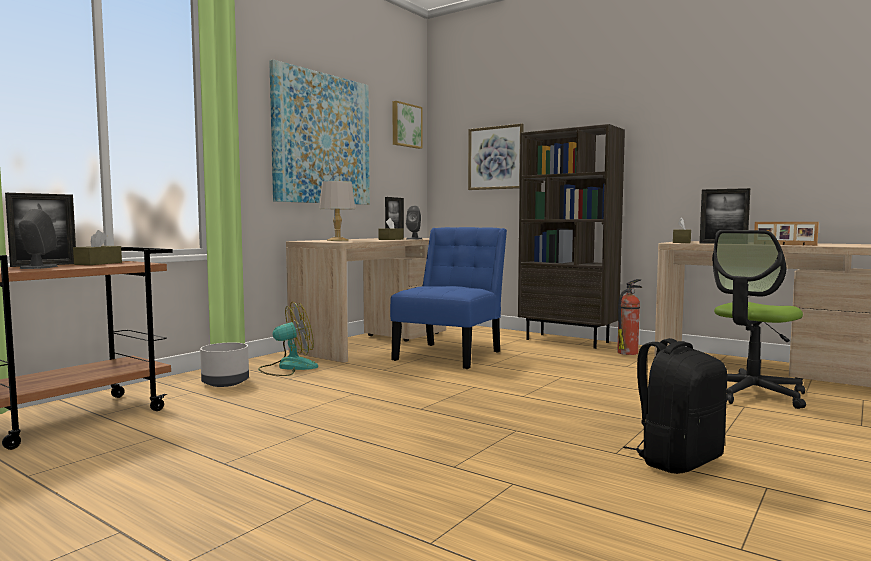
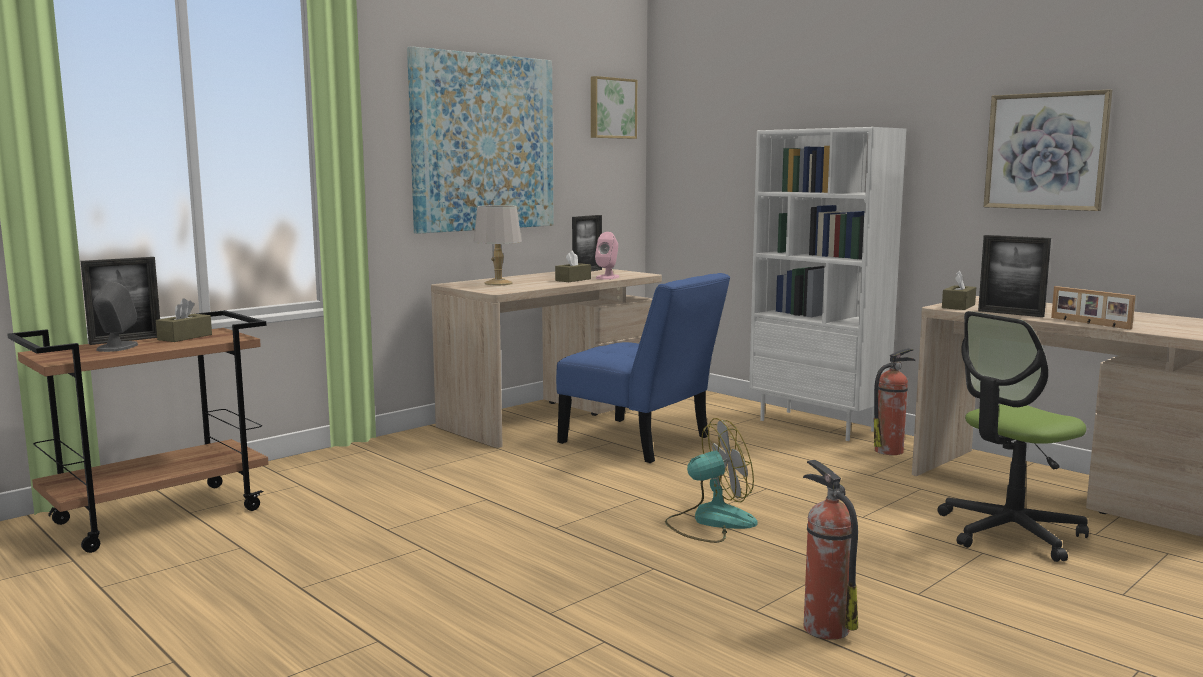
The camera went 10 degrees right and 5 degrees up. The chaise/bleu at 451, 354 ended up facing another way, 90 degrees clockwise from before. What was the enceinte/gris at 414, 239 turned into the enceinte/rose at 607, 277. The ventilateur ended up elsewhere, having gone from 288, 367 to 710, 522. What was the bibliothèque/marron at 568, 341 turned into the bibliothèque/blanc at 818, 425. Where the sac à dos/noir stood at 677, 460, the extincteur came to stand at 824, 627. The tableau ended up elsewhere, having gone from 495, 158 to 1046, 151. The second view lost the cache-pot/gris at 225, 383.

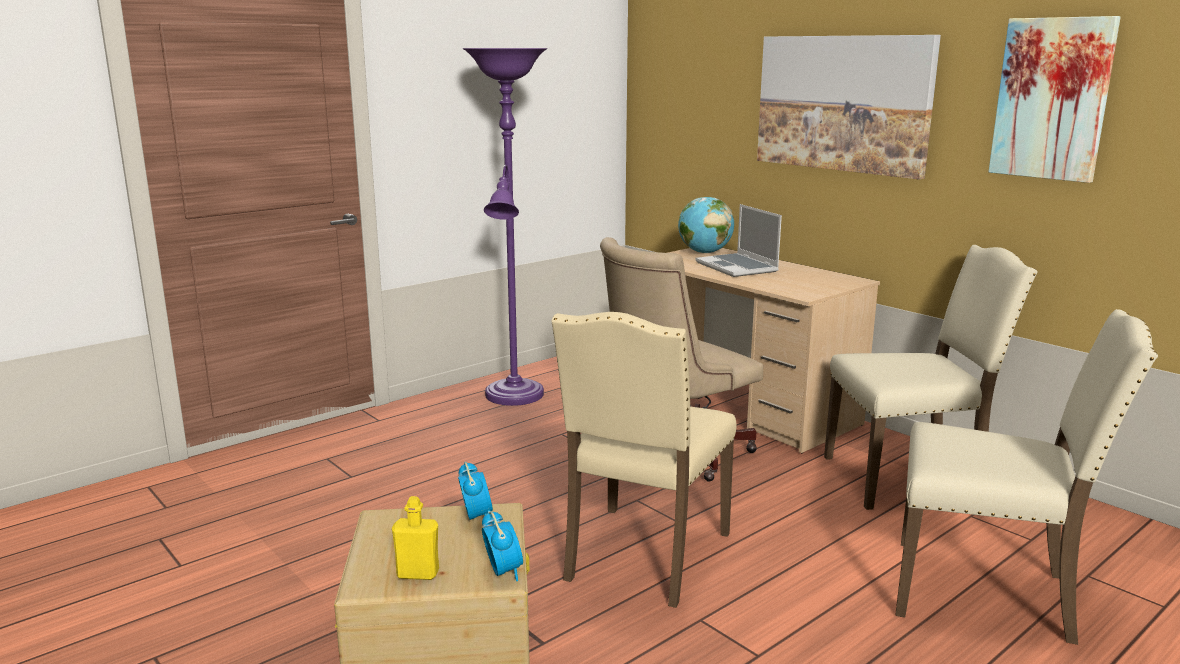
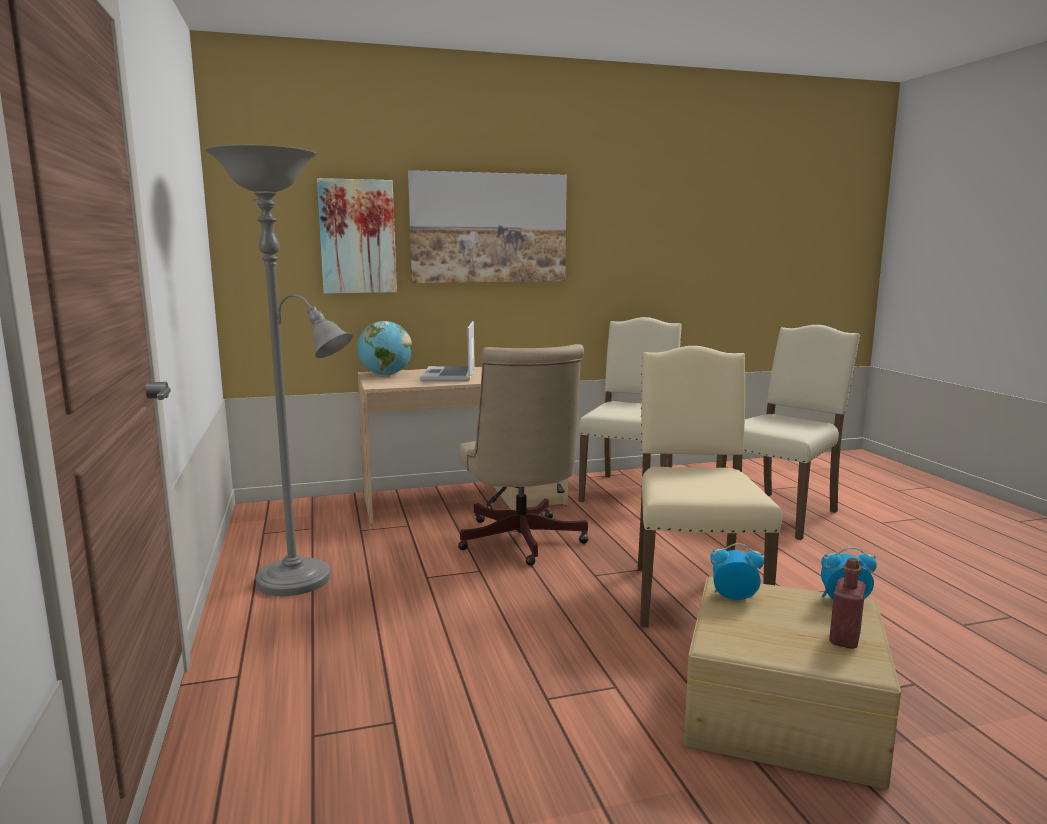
The camera went 65 degrees left and 5 degrees down. What was the lampadaire/violet at 513, 397 turned into the lampadaire/gris at 301, 581. The tableau ended up elsewhere, having gone from 1052, 99 to 357, 237. The ordinateur portable at 738, 267 ended up facing another way, 90 degrees clockwise from before. The chaise/beige at 643, 557 ended up facing another way, 135 degrees counterclockwise from before. What was the bouteille/jaune at 418, 573 turned into the bouteille/rouge at 844, 639.

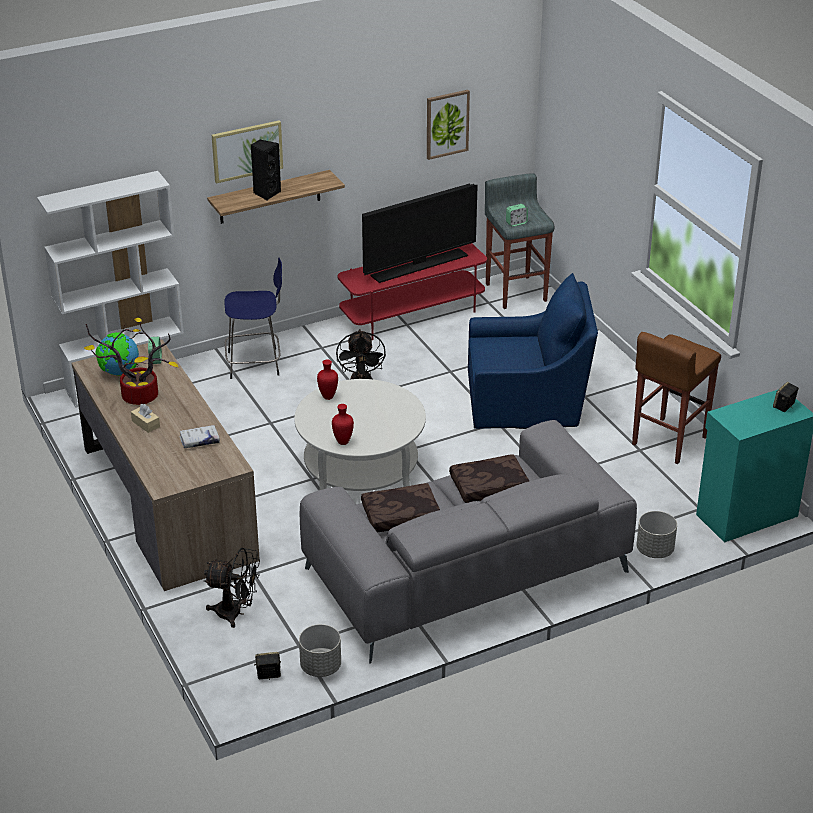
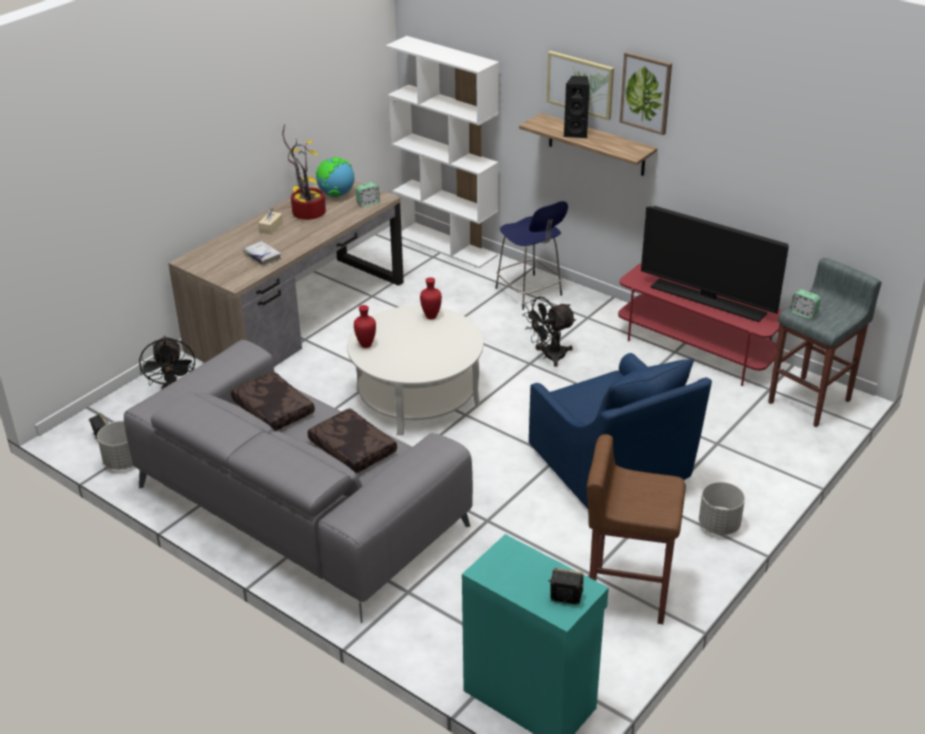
The camera went 65 degrees right and 0 degrees up. The tableau ended up elsewhere, having gone from 447, 124 to 646, 92. The cache-pot/gris ended up elsewhere, having gone from 654, 550 to 718, 525.

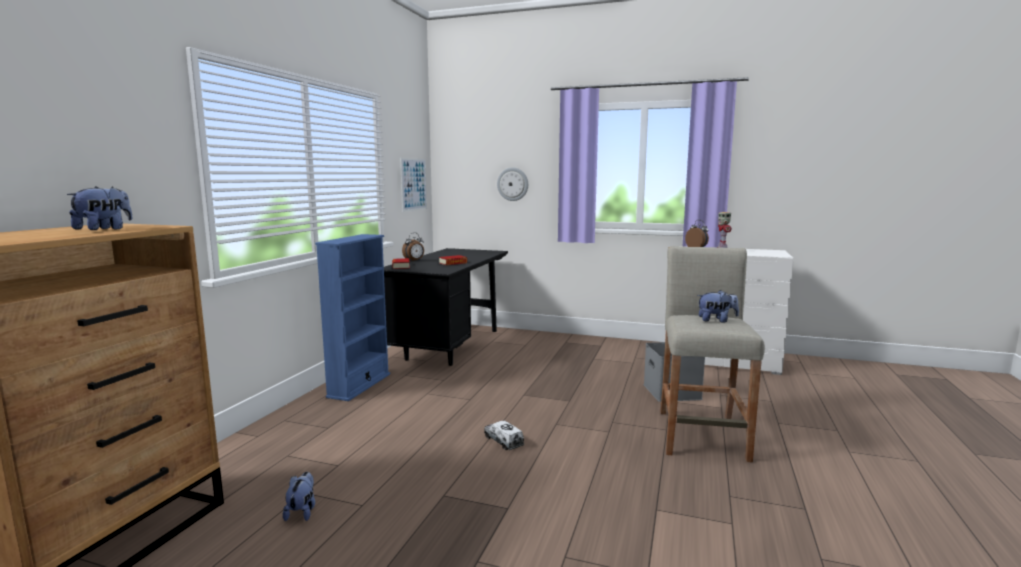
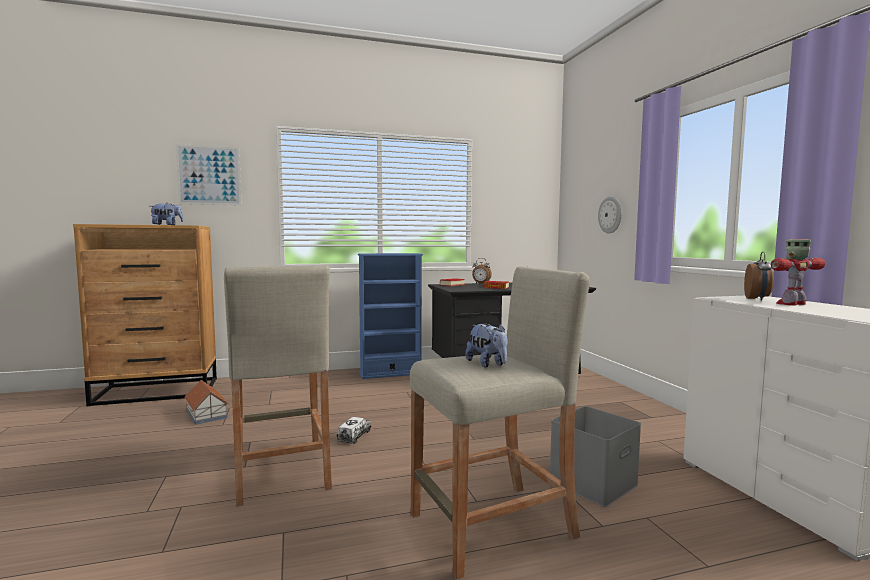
The camera went 55 degrees right and 5 degrees down. The tableau ended up elsewhere, having gone from 414, 184 to 209, 175. Where the peluche stood at 302, 511, the maison miniature came to stand at 206, 414. The second view gained the tabouret/beige at 281, 470.

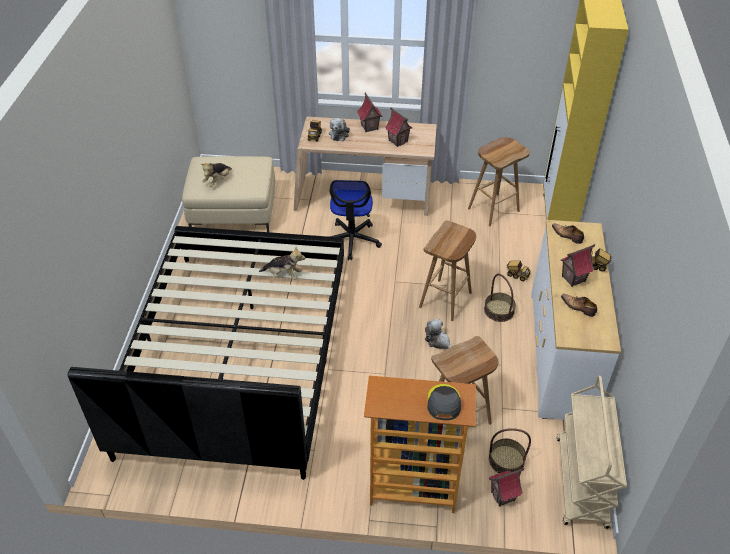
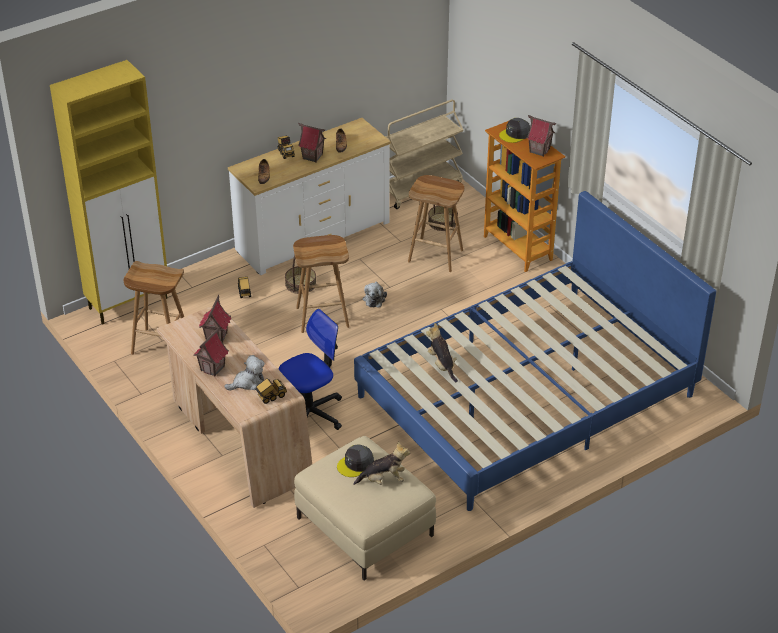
The camera went 130 degrees left and 5 degrees down. The second view gained the casquette/gris at 355, 464. What was the lit/noir at 237, 356 turned into the lit/bleu at 527, 396. The maison miniature ended up elsewhere, having gone from 503, 496 to 539, 150.

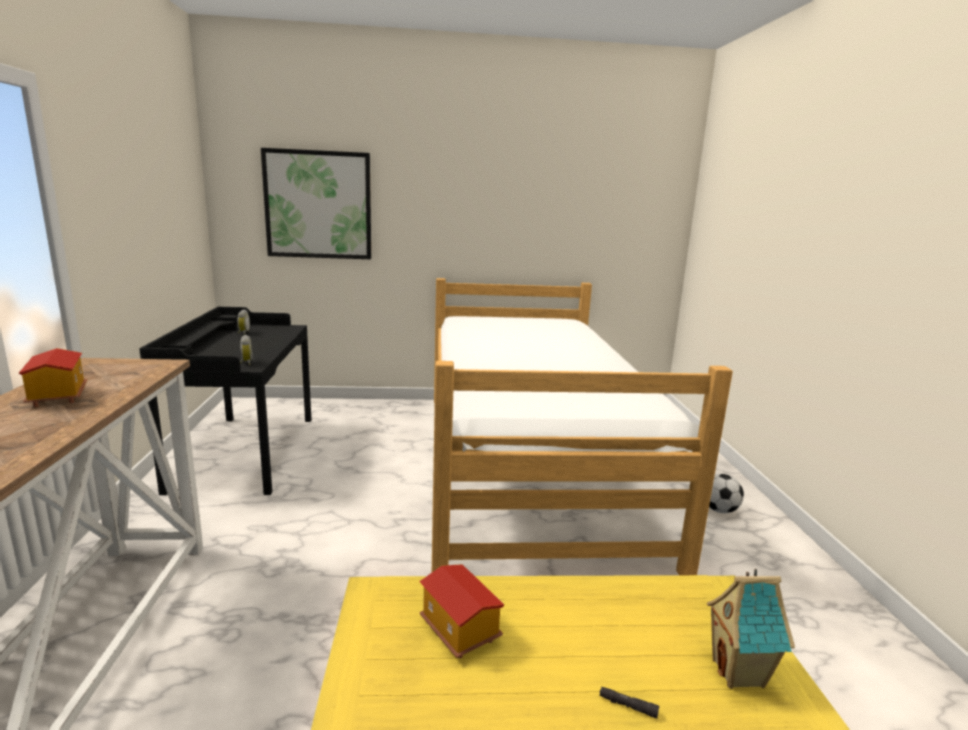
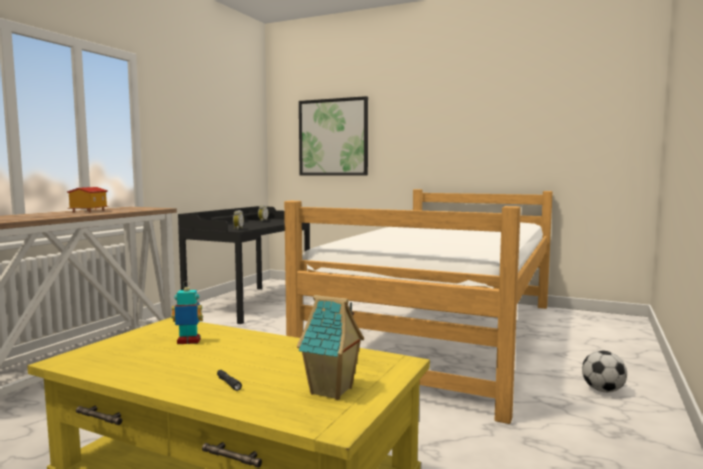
The camera went 30 degrees right and 10 degrees down. Where the maison miniature stood at 458, 630, the robot jouet came to stand at 188, 342.

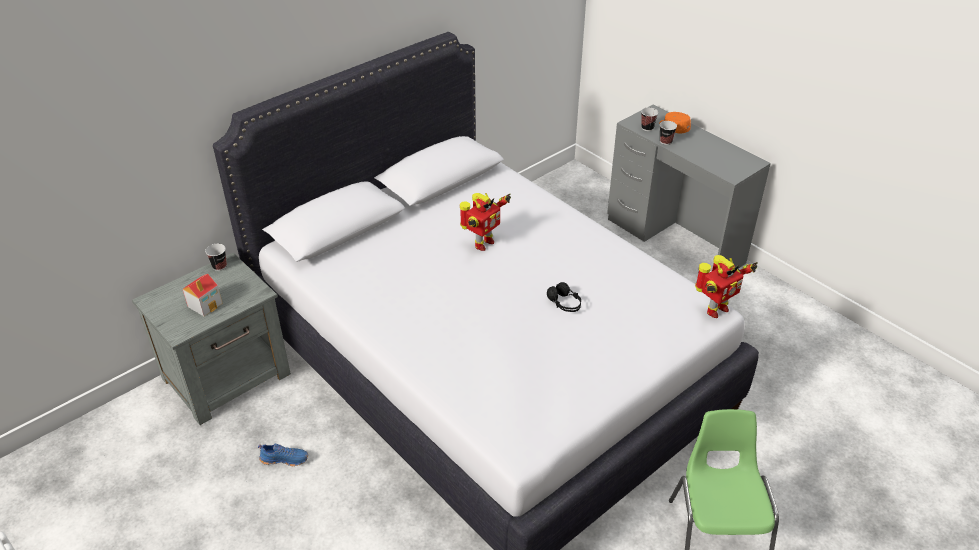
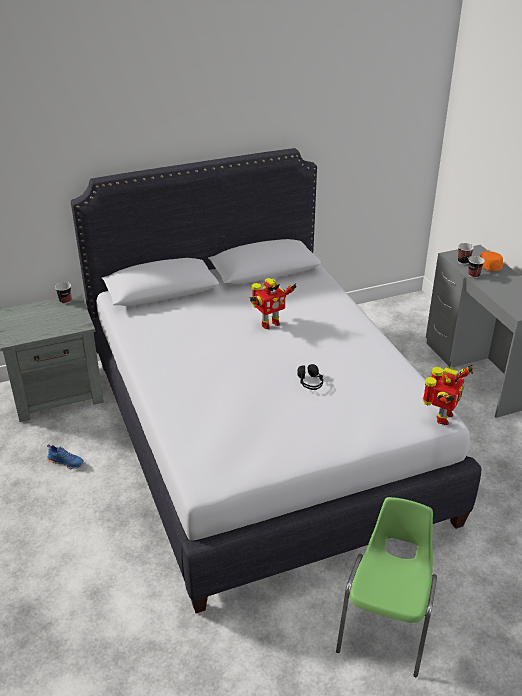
The camera went 20 degrees right and 5 degrees down. The robot jouet at 715, 310 ended up facing another way, 45 degrees counterclockwise from before. The second view lost the maison miniature at 205, 304.

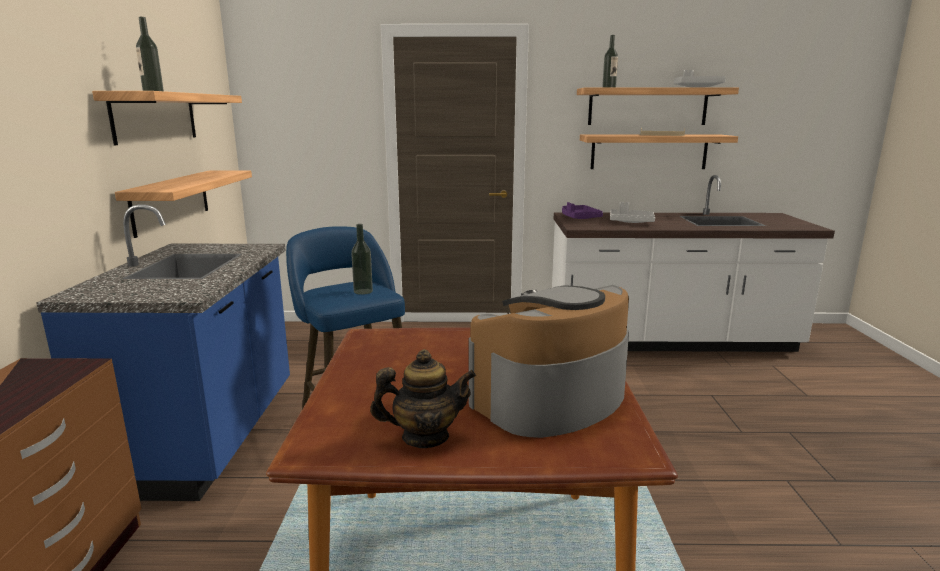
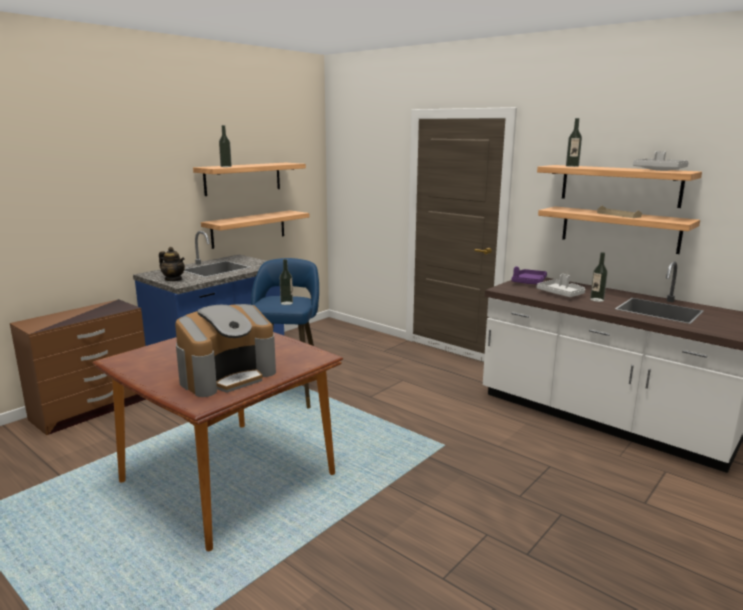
The camera went 40 degrees right and 0 degrees up. The théière ended up elsewhere, having gone from 425, 437 to 173, 279. The machine à café at 550, 399 ended up facing another way, 135 degrees clockwise from before. The second view gained the bouteille at 597, 299.

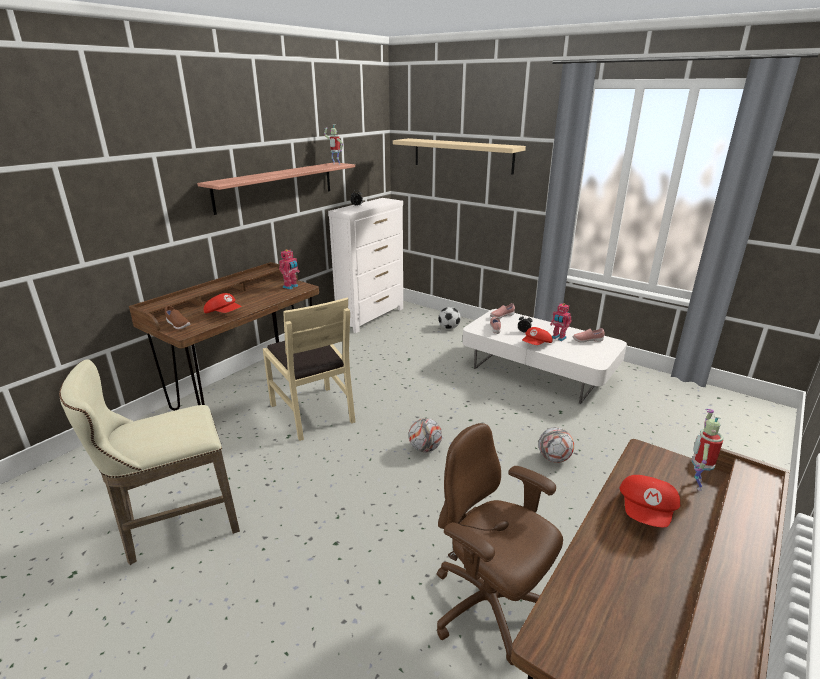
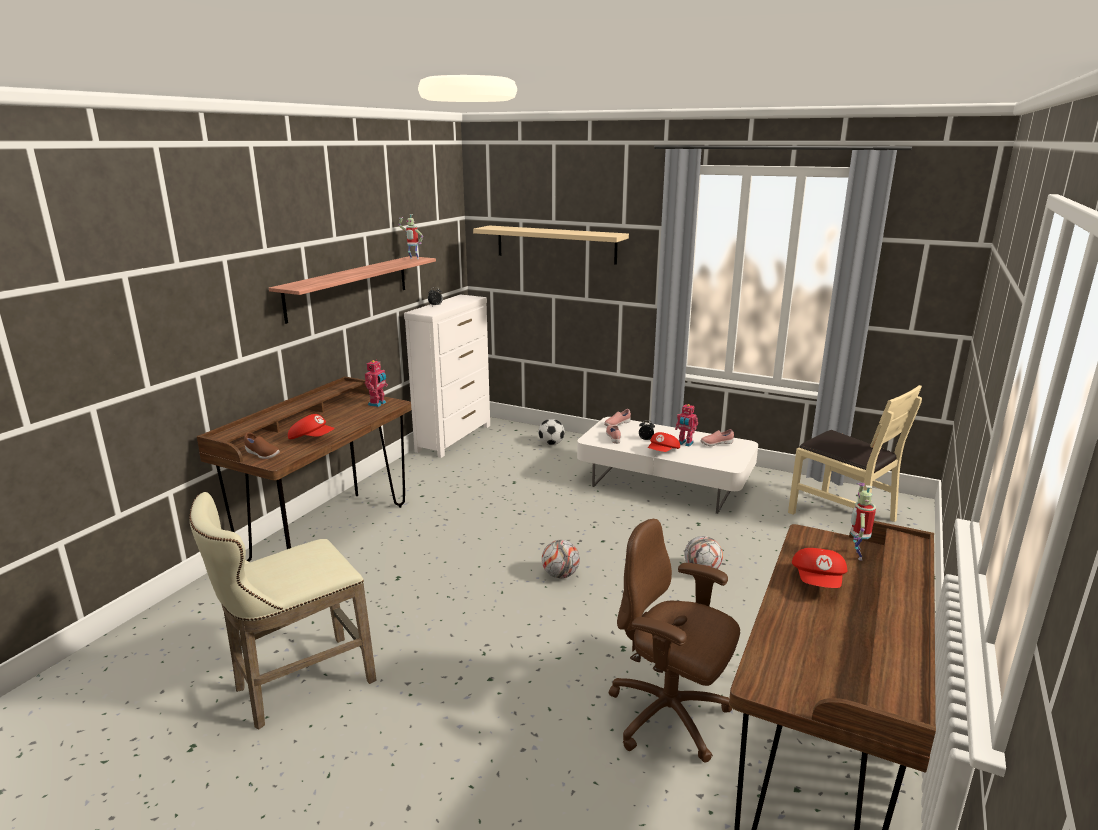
The camera went 10 degrees left and 5 degrees down. The chaise/beige ended up elsewhere, having gone from 313, 412 to 842, 515.

